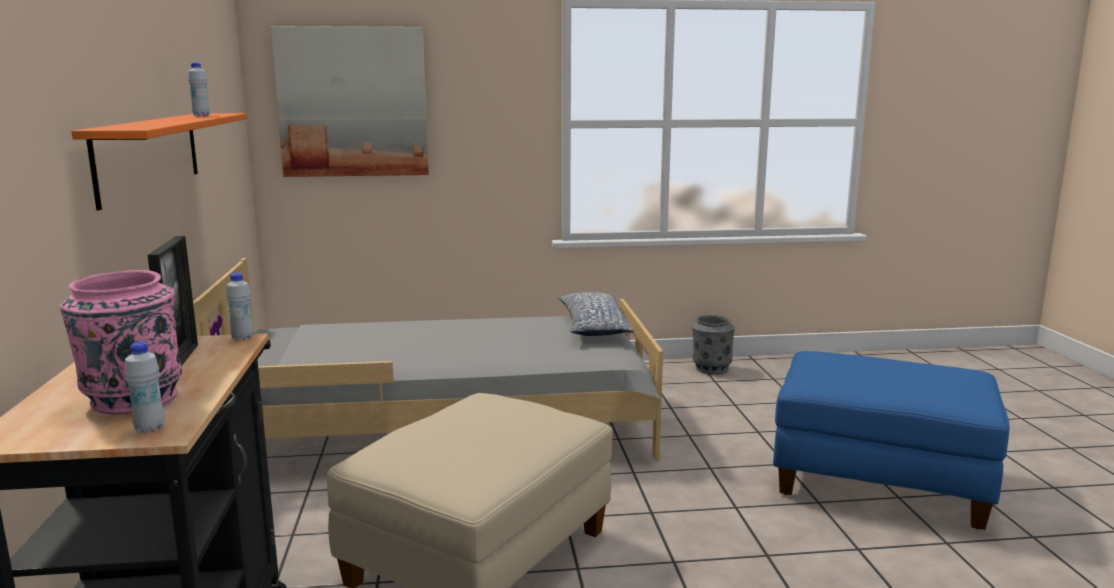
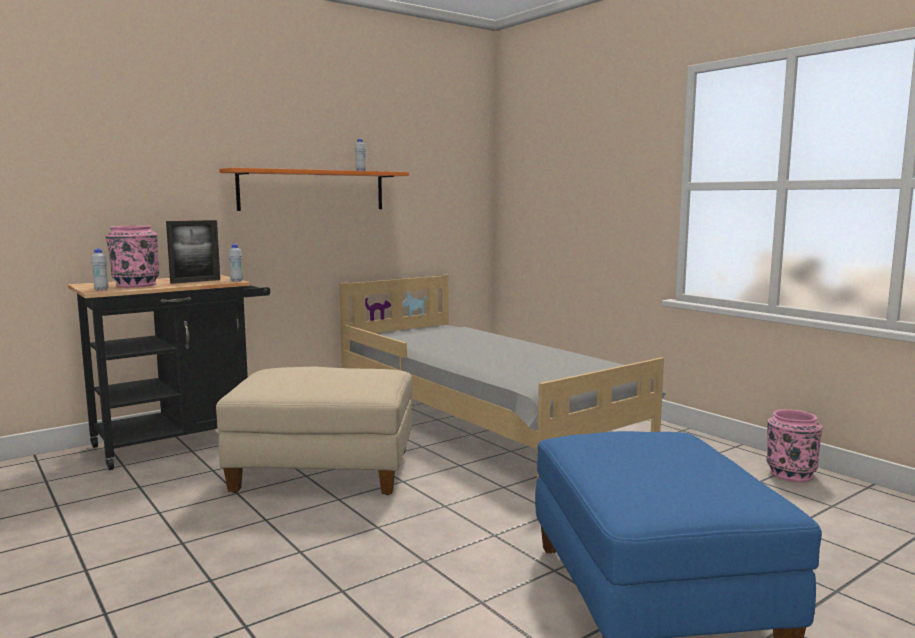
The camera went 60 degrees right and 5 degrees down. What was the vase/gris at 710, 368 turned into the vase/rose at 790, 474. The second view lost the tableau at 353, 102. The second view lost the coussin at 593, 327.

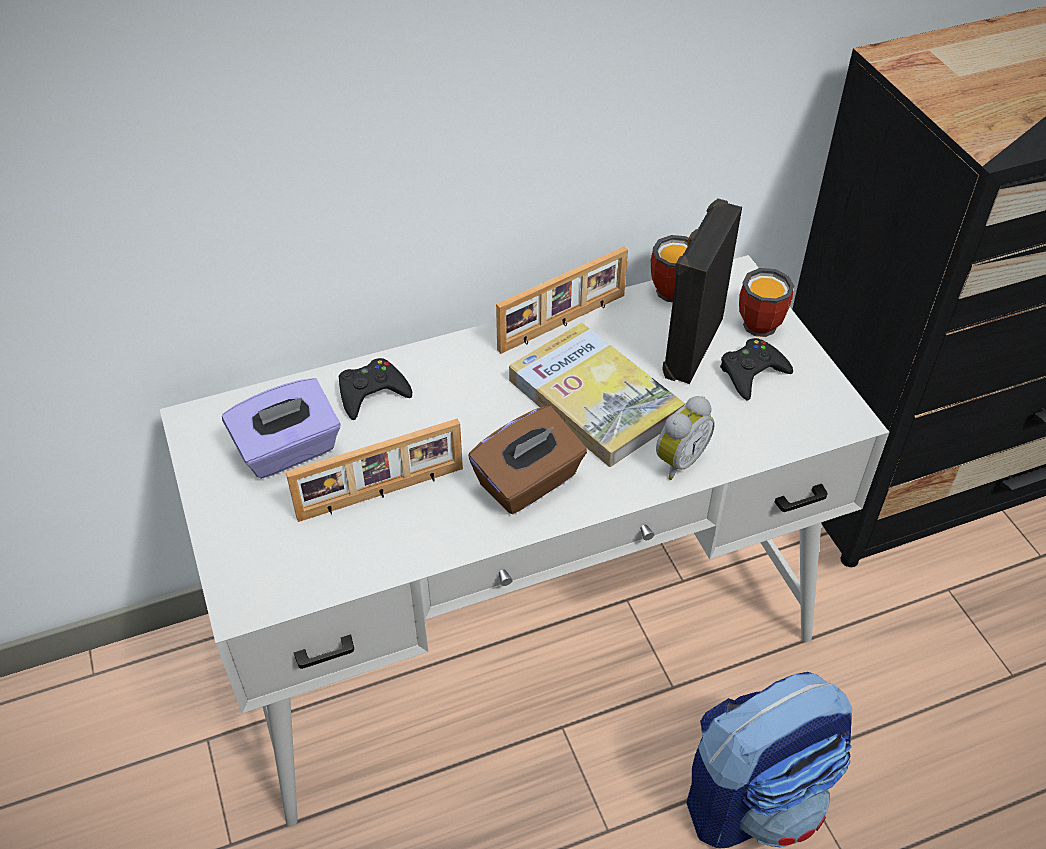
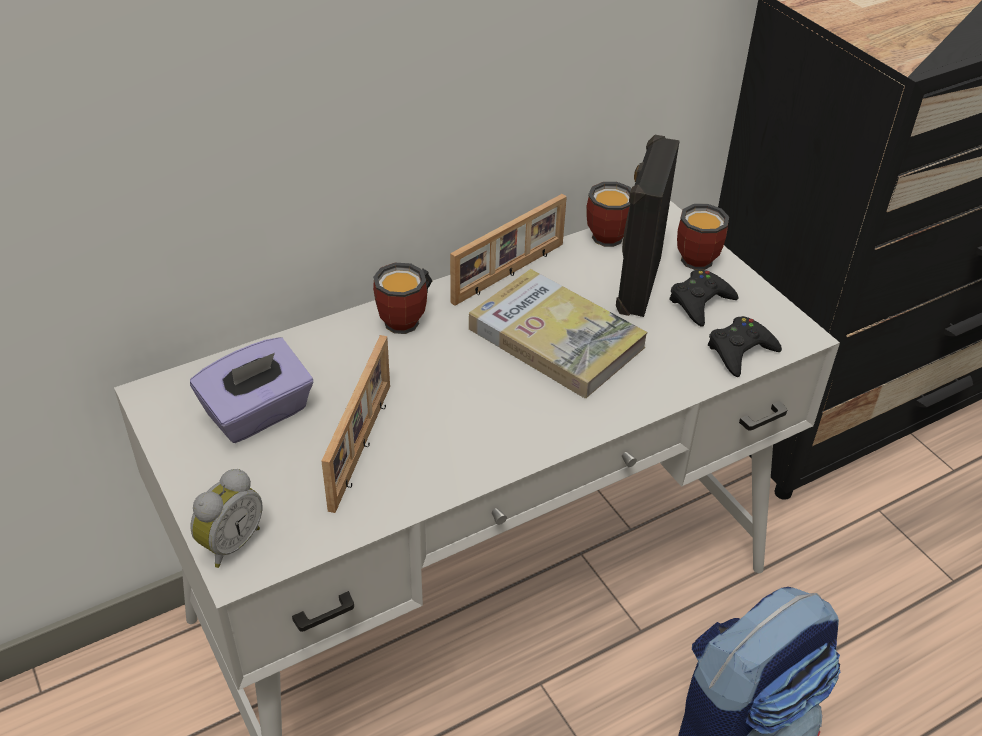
The camera went 10 degrees left and 5 degrees down. The réveil ended up elsewhere, having gone from 678, 460 to 229, 543. The cadre photo at 381, 494 ended up facing another way, 45 degrees counterclockwise from before. The second view gained the mug at 408, 320. The manette/noir ended up elsewhere, having gone from 372, 393 to 740, 351. The second view lost the boîte à mouchoirs/marron at 528, 482.

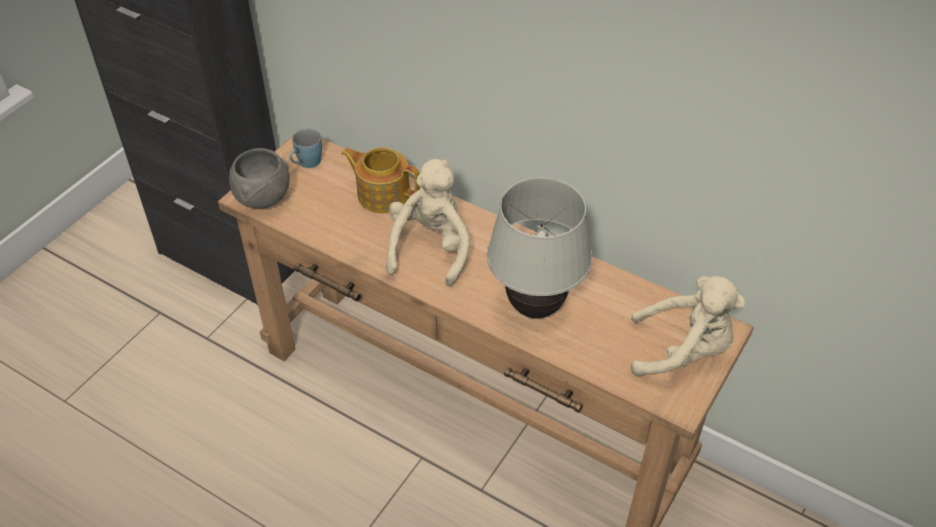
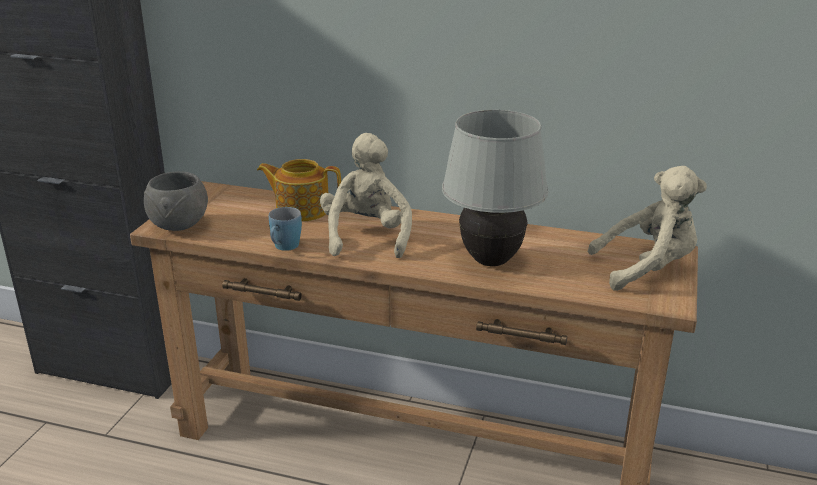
The camera went 15 degrees left and 20 degrees down. The mug/bleu ended up elsewhere, having gone from 306, 164 to 284, 248.

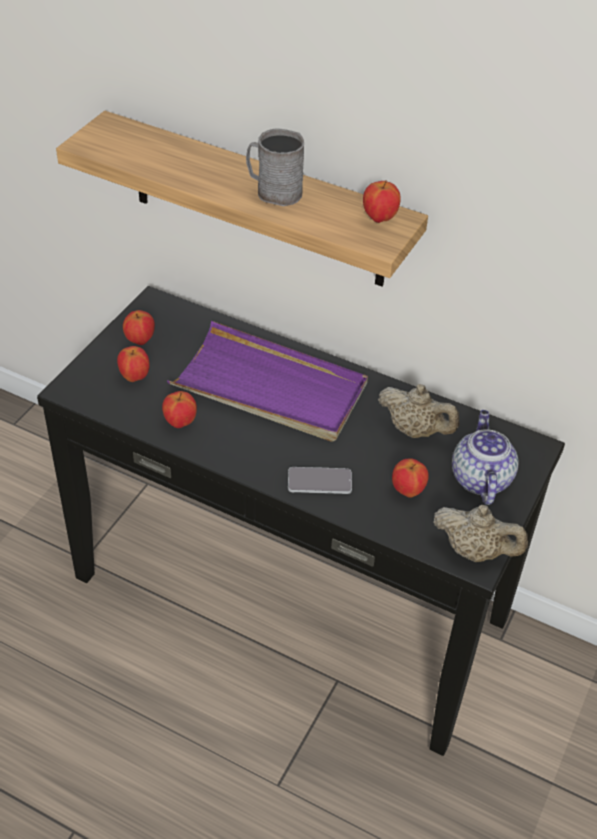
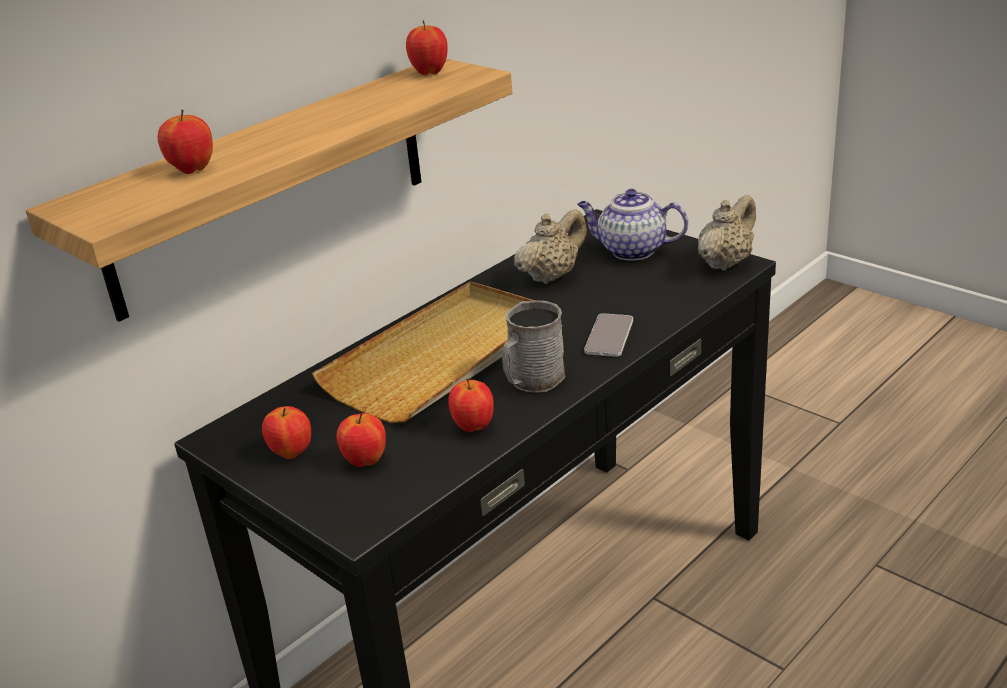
The camera went 70 degrees left and 15 degrees down. The pomme ended up elsewhere, having gone from 407, 491 to 192, 170. What was the plateau/violet at 270, 388 turned into the plateau/beige at 442, 357. The mug/gris ended up elsewhere, having gone from 273, 191 to 532, 381.

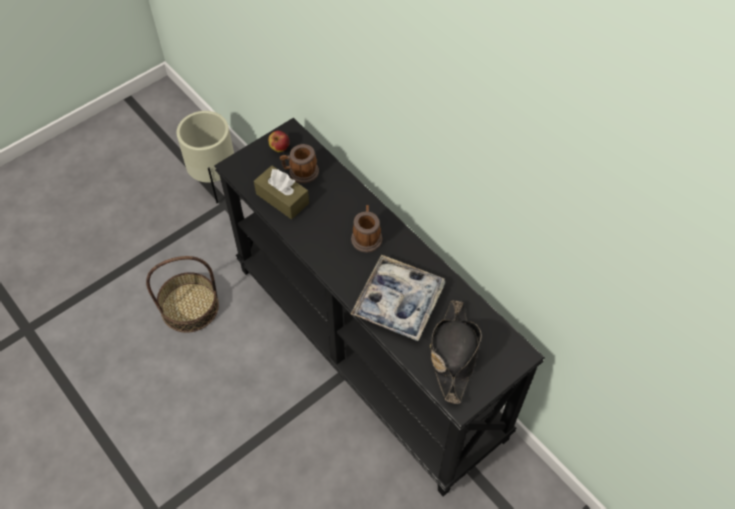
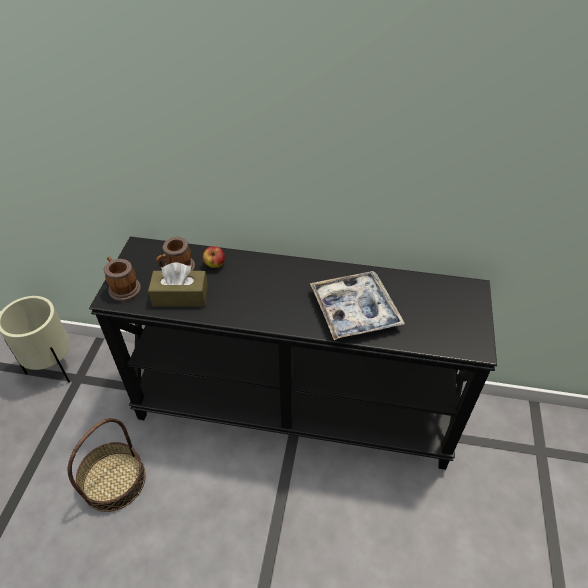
The camera went 40 degrees left and 10 degrees down. The mug ended up elsewhere, having gone from 366, 236 to 123, 288. The pomme ended up elsewhere, having gone from 279, 148 to 215, 265. The second view lost the chapeau/noir at 453, 353.

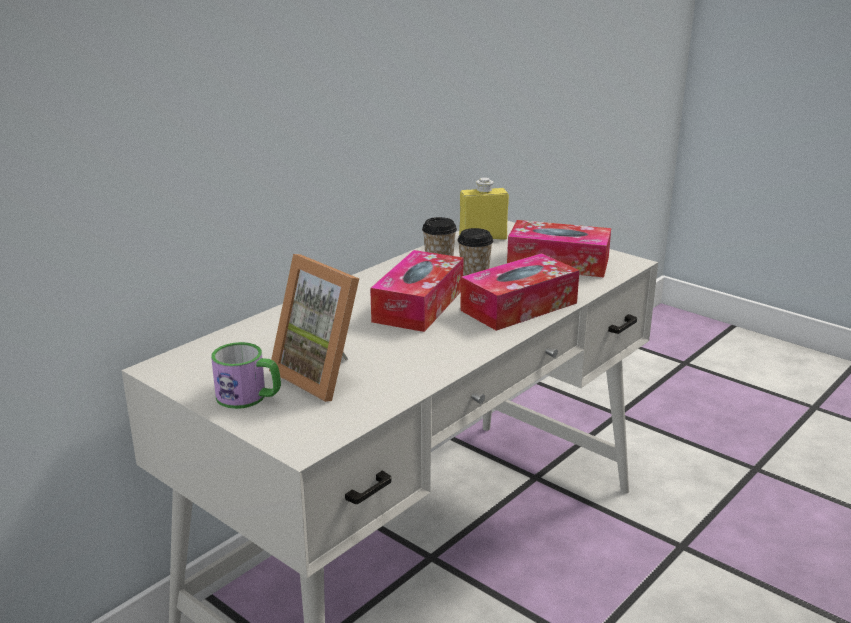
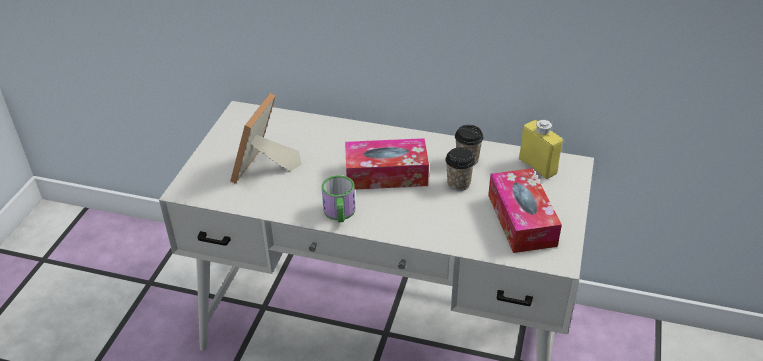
The camera went 65 degrees right and 15 degrees up. The mug ended up elsewhere, having gone from 249, 397 to 339, 213. The second view lost the boîte à mouchoirs at 519, 306.

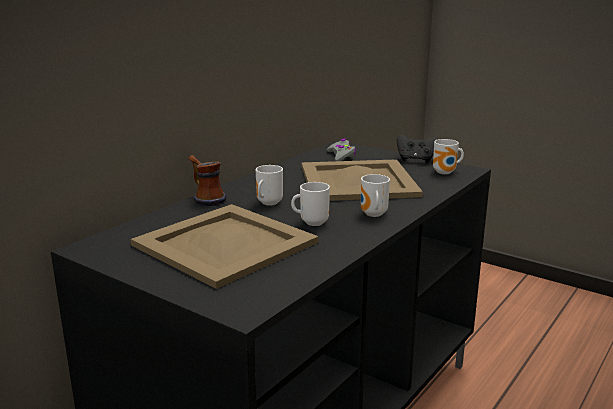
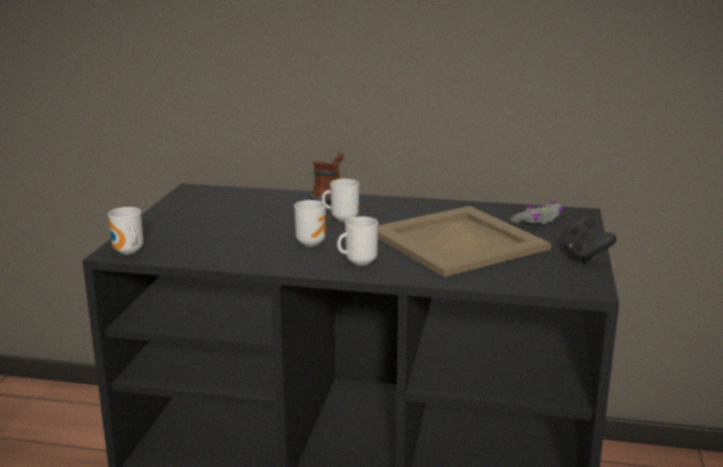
The camera went 65 degrees right and 0 degrees up. The mug ended up elsewhere, having gone from 446, 172 to 128, 252. The second view lost the plateau/beige at 225, 243.

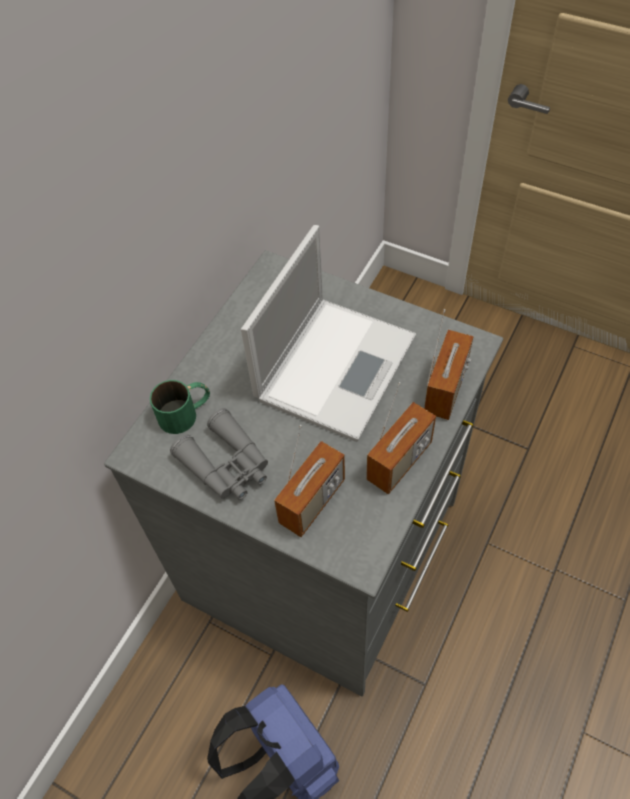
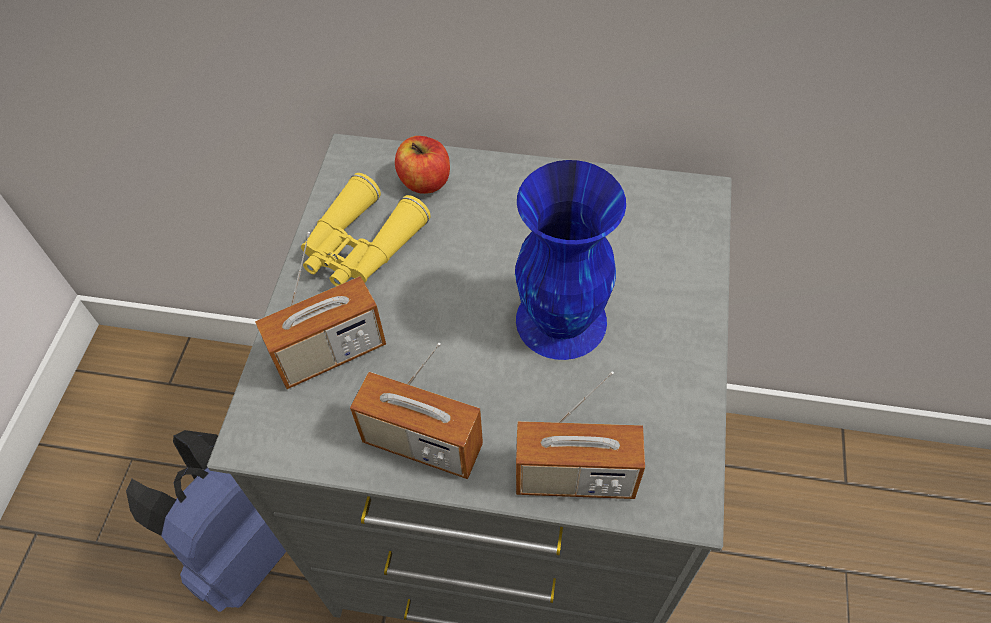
The camera went 70 degrees right and 0 degrees up. The radio at 312, 502 ended up facing another way, 45 degrees counterclockwise from before. What was the jumelles/gris at 227, 465 turned into the jumelles/jaune at 361, 246. Where the mug/vert stood at 186, 412, the pomme came to stand at 425, 181. Where the ordinateur portable stood at 337, 364, the vase/bleu came to stand at 563, 320.

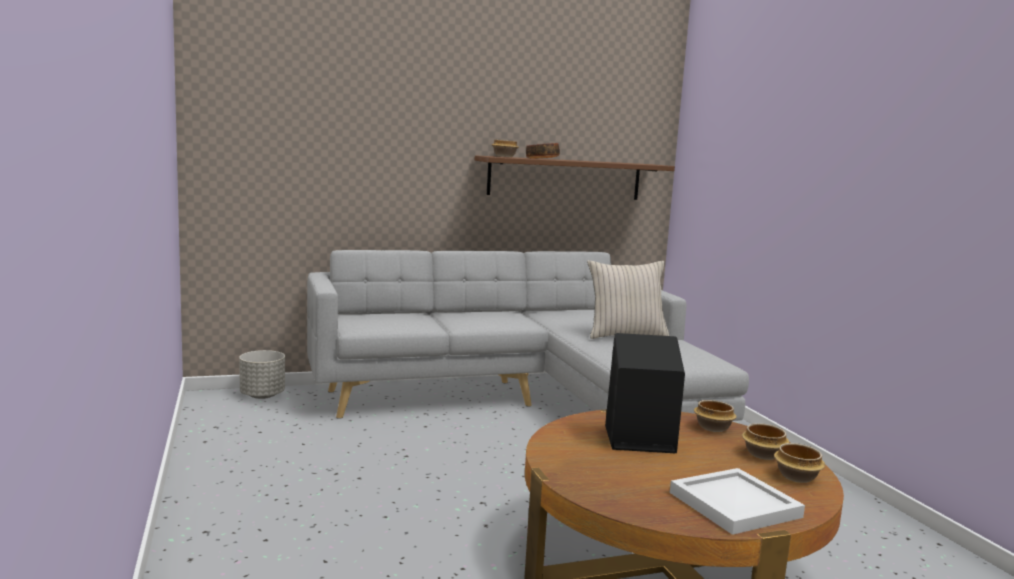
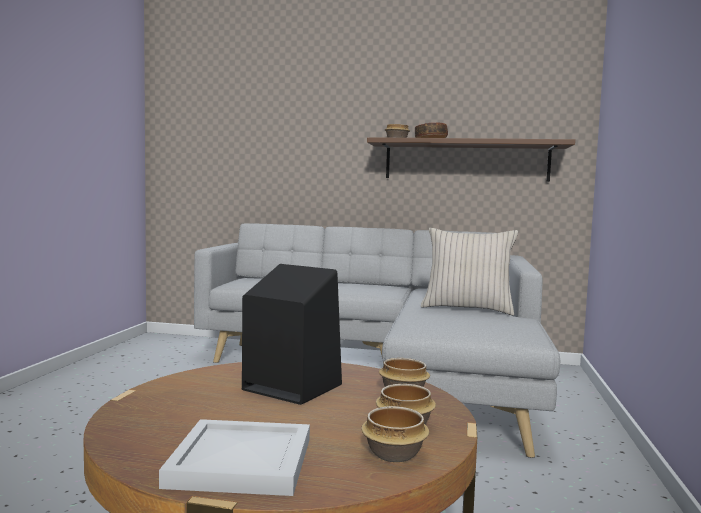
The camera went 30 degrees right and 5 degrees down. The second view lost the cache-pot/gris at 262, 395.

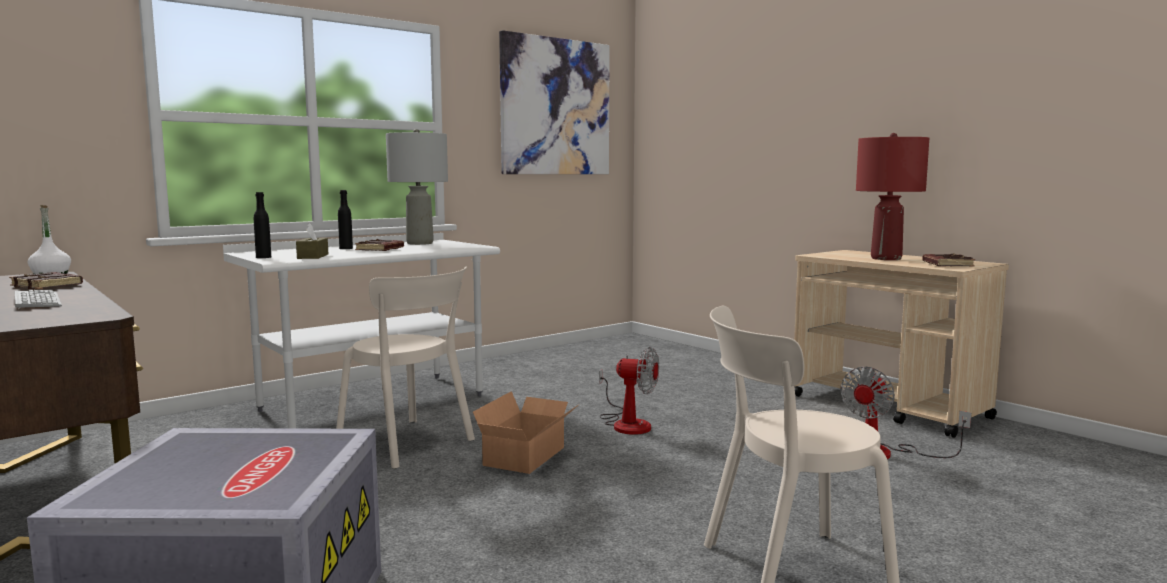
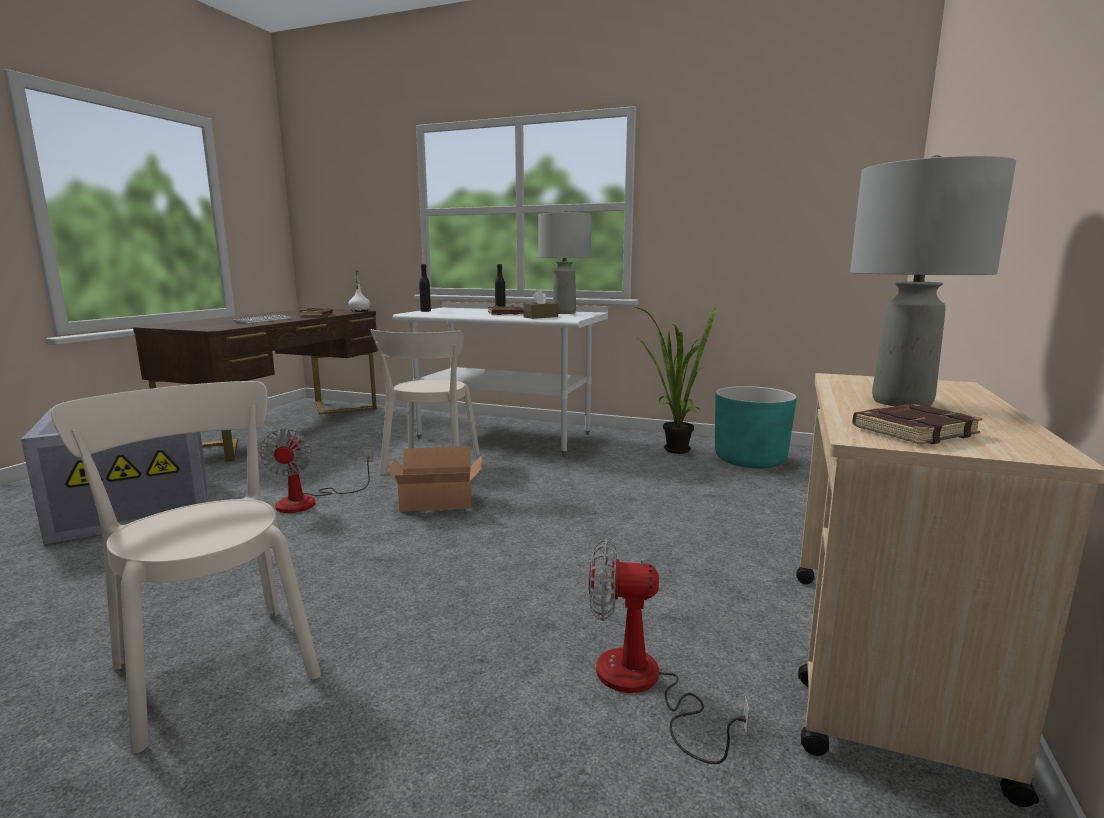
The camera went 60 degrees right and 5 degrees up. The ventilateur ended up elsewhere, having gone from 627, 423 to 309, 501. The boîte à mouchoirs/marron ended up elsewhere, having gone from 313, 256 to 540, 317. The second view gained the plante en pot at 671, 449. The second view gained the cache-pot/turquoise at 750, 460. What was the lampe de table/rouge at 886, 258 turned into the lampe de table/gris at 902, 402. The second view lost the tableau at 555, 107.

